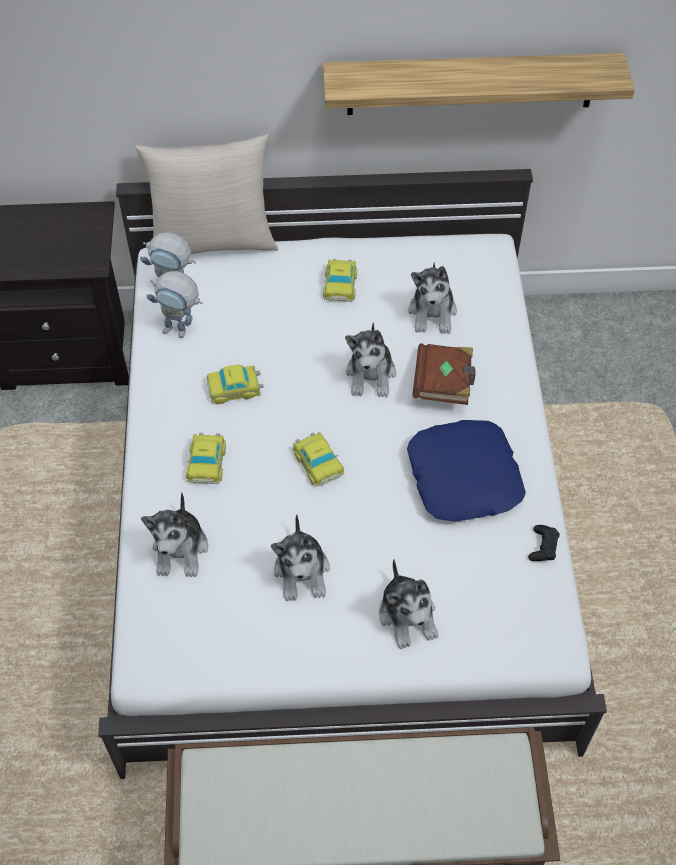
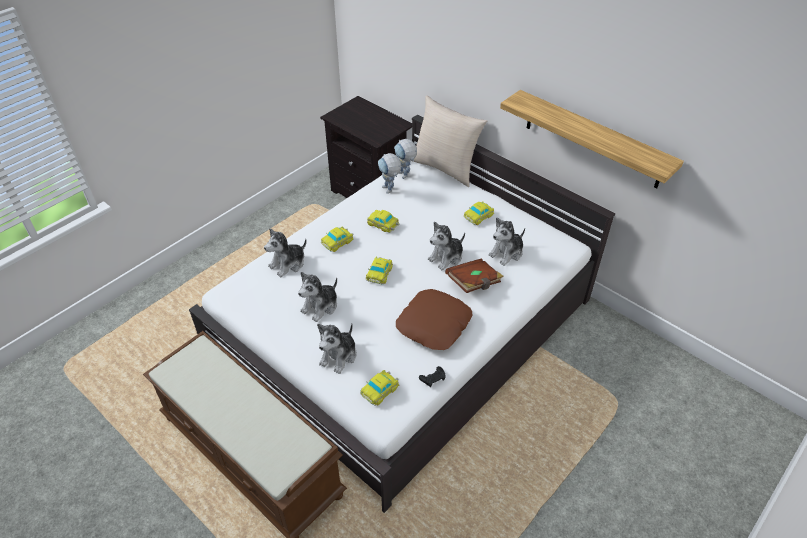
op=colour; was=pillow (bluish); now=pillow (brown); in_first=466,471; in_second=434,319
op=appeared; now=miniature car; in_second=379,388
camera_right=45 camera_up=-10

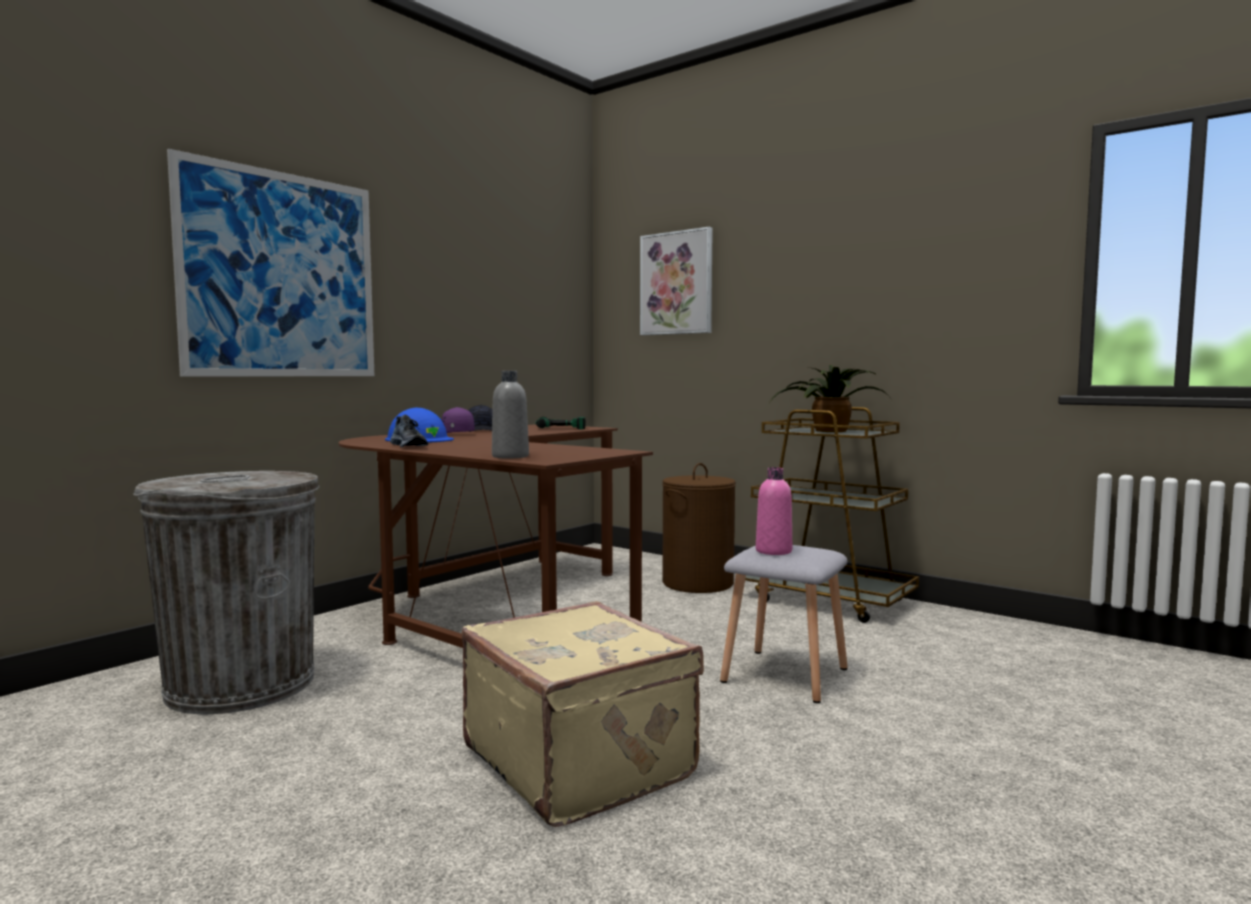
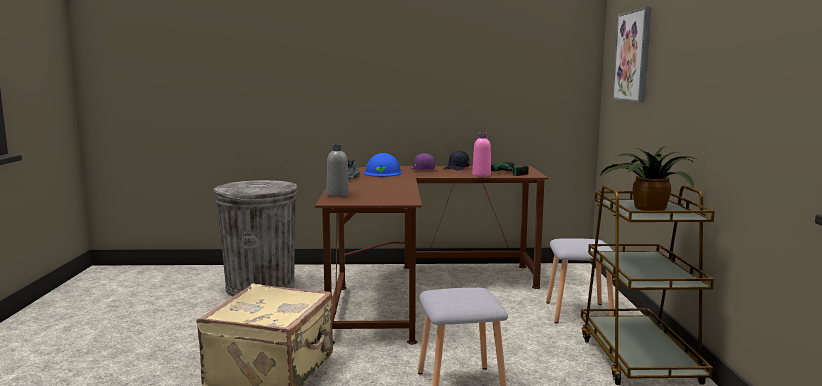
op=missing; was=wall picture; in_first=270,263
op=exchanged; was=laundry basket (brown); now=sitting stool (greyish); in_first=699,528; in_second=580,280
op=relocated; was=beverage bottle (pinkish); in_first=774,511; in_second=481,154
camera_right=50 camera_up=5

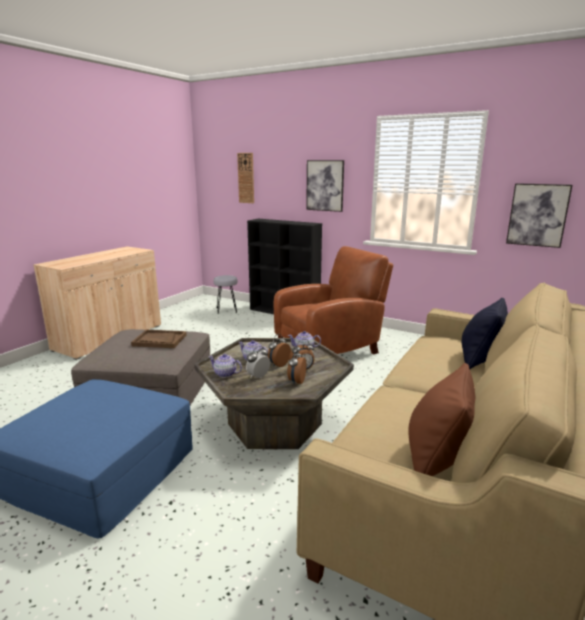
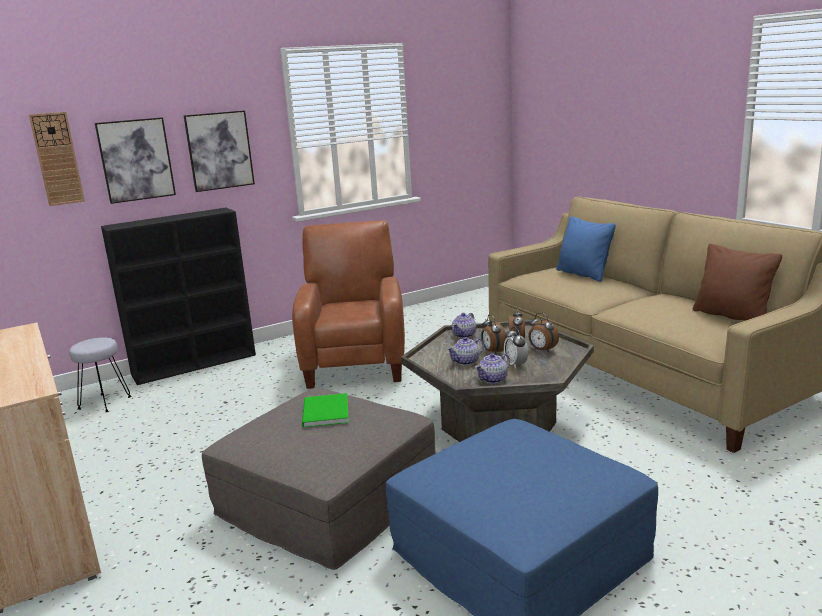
op=relocated; was=wall picture; in_first=539,215; in_second=135,160
op=colour; was=pillow (black-coloured); now=pillow (bluish); in_first=485,333; in_second=586,249
op=exchanged; was=serving tray (brown); now=bound book (greenish); in_first=159,339; in_second=325,410
camera_right=-60 camera_up=0

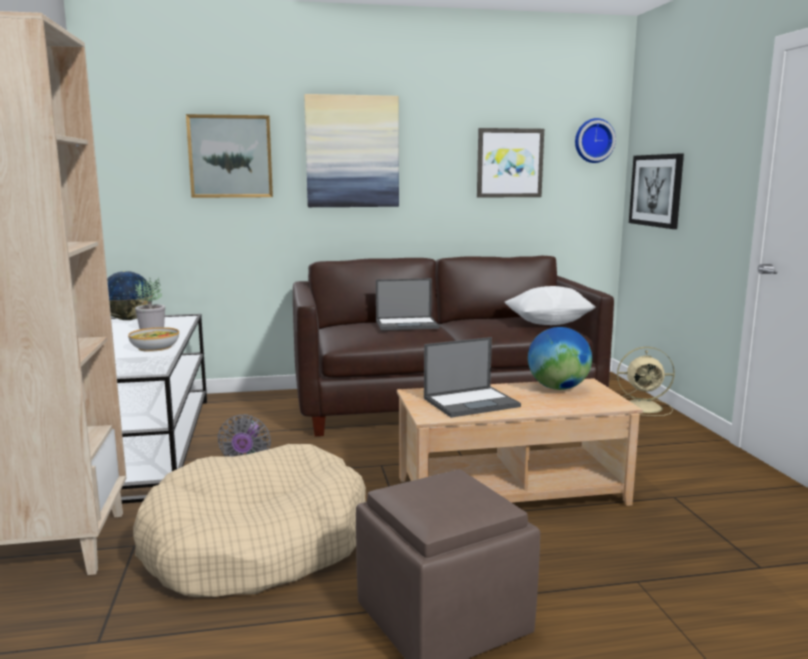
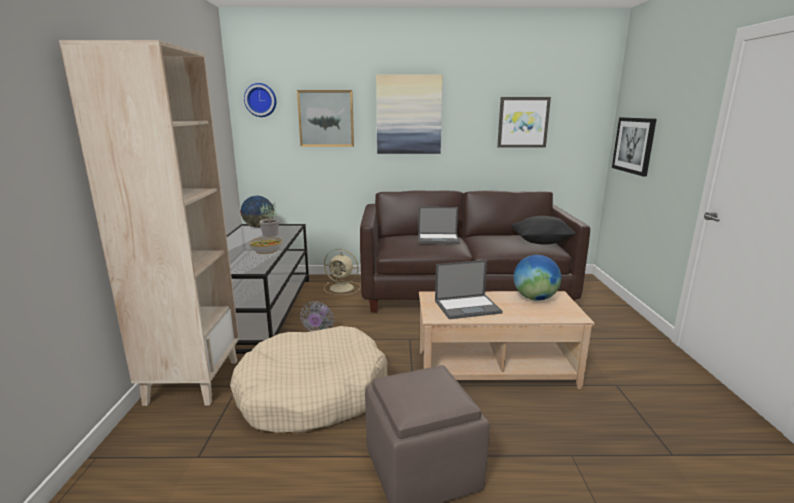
op=relocated; was=hanging clock; in_first=595,140; in_second=260,100
op=colour; was=pillow (whitish); now=pillow (black-coloured); in_first=549,305; in_second=543,230
op=relocated; was=fan (beige); in_first=646,381; in_second=342,272
camera_right=10 camera_up=5

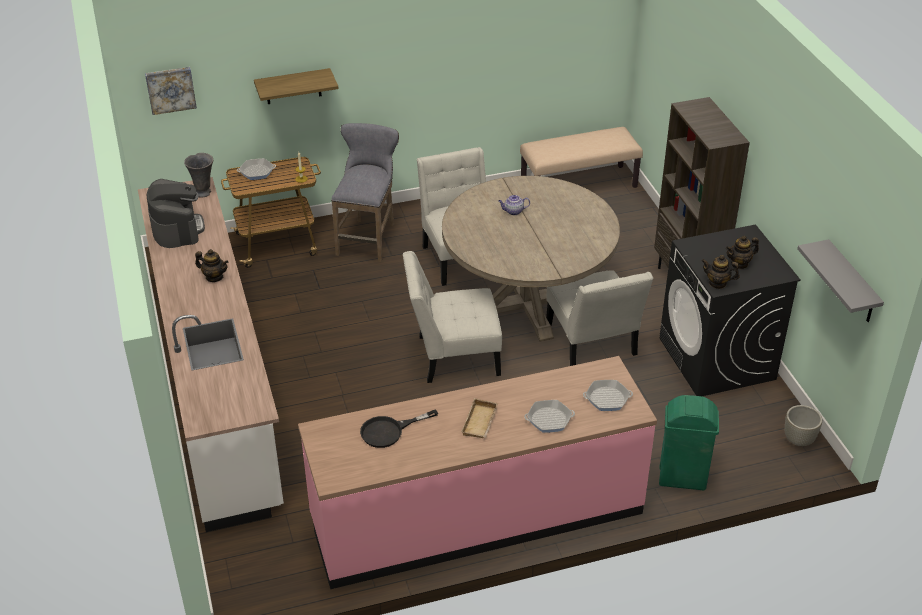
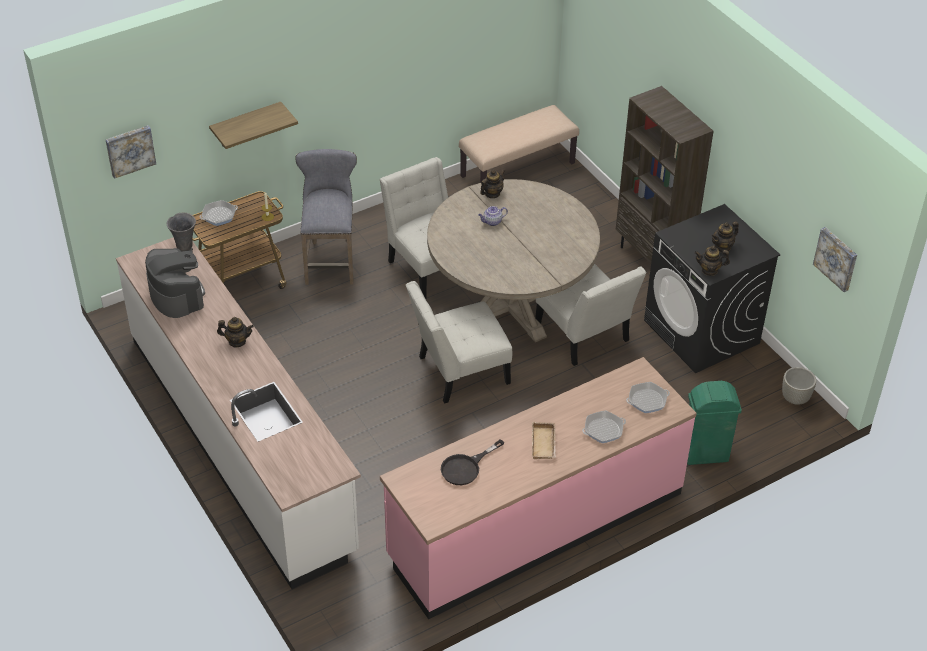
op=exchanged; was=bracket shelf (greyish); now=wall picture; in_first=840,280; in_second=835,259
op=appeared; now=teapot; in_second=492,183
camera_right=-15 camera_up=5

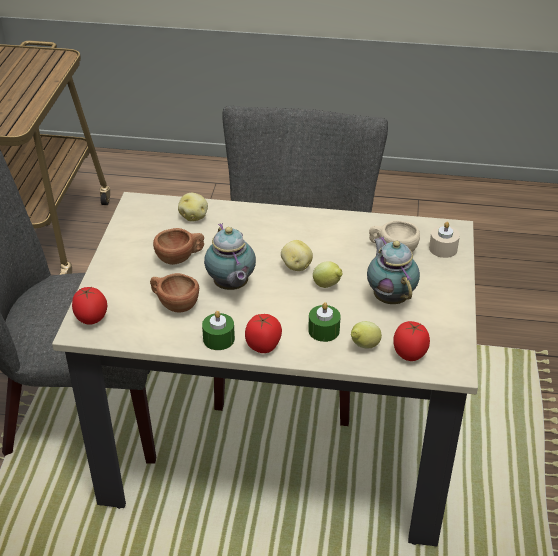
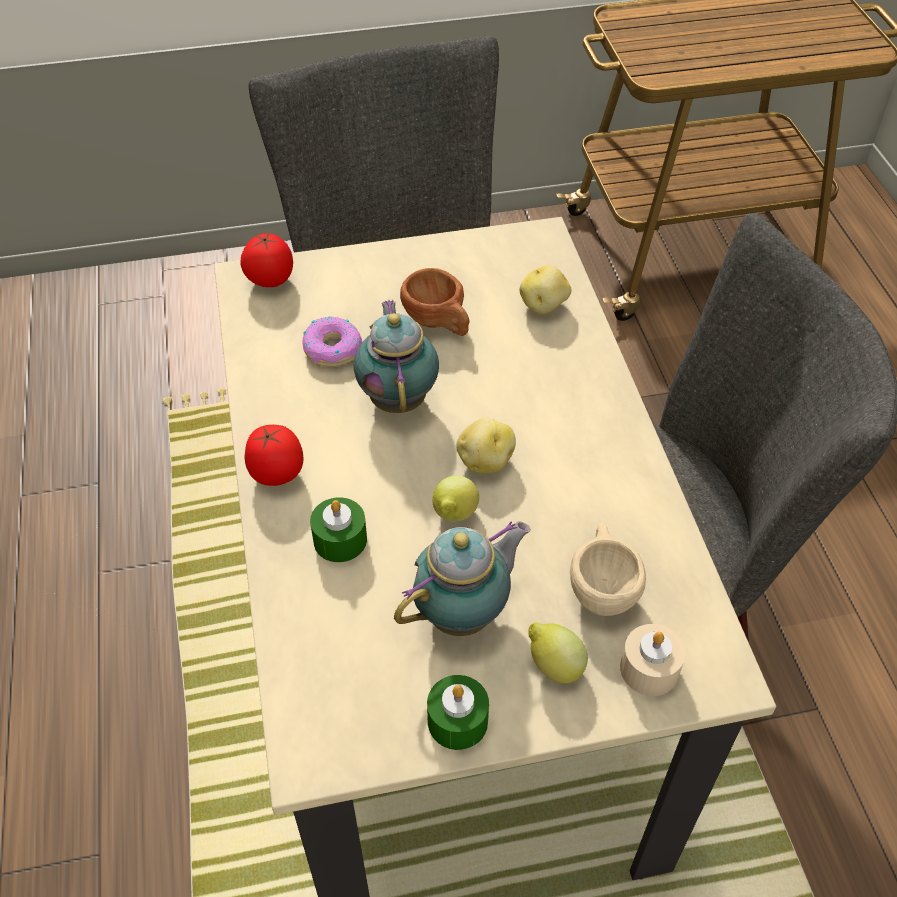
op=spun; was=teapot; in_first=230,256; in_second=396,356; clockwise=120
op=exchanged; was=drinking cup (brown); now=ring doughnut; in_first=174,293; in_second=332,341
op=relocated; was=candle (greenish); in_first=218,330; in_second=458,712
op=relocated; was=citrus fruit; in_first=366,335; in_second=558,653
op=missing; was=fresh tomato; in_first=411,341
camera_right=70 camera_up=10

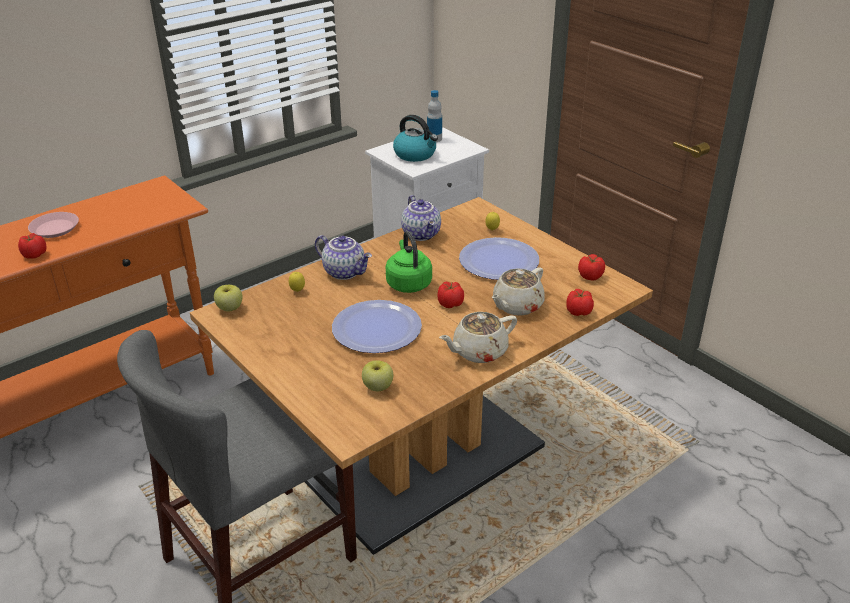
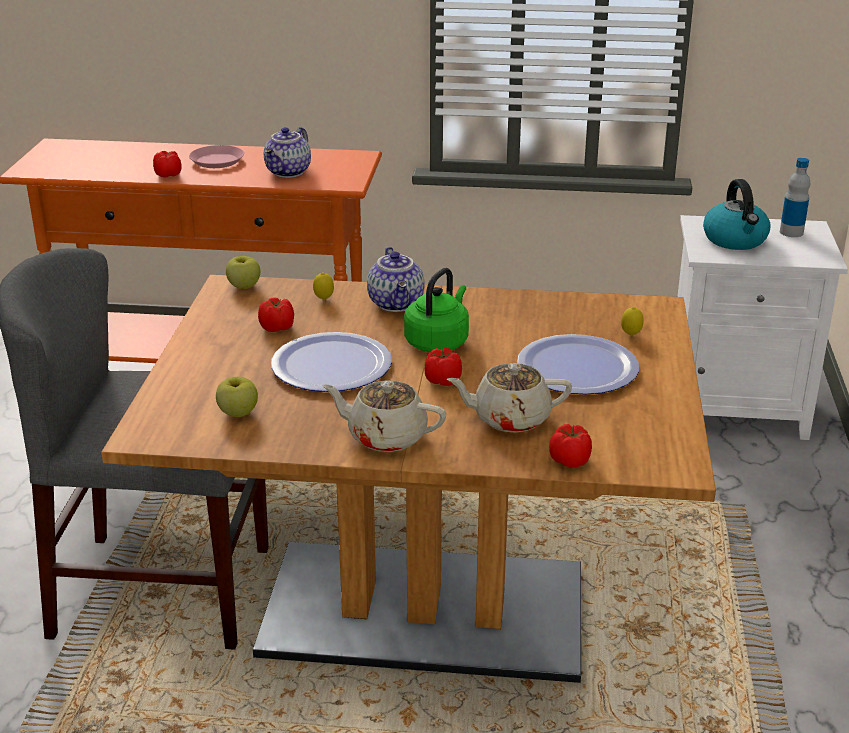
op=relocated; was=teapot; in_first=421,218; in_second=287,152
op=relocated; was=fresh tomato; in_first=591,267; in_second=276,314
camera_right=45 camera_up=-5

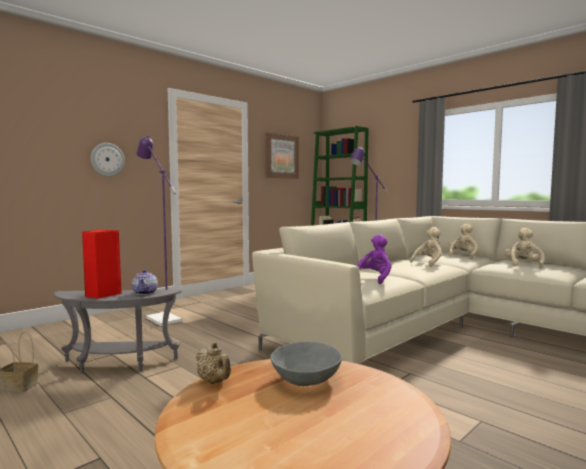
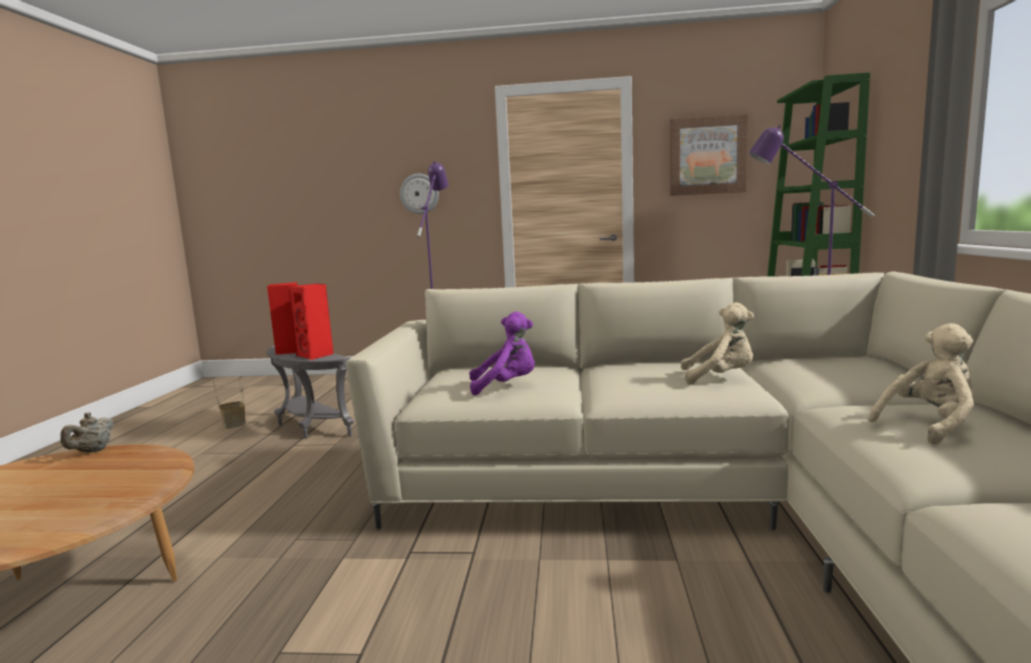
op=missing; was=plush toy (beige); in_first=463,241
op=exchanged; was=teapot; now=audio speaker (red); in_first=145,282; in_second=311,322
op=missing; was=deep dish (greyish); in_first=306,364
camera_right=50 camera_up=5

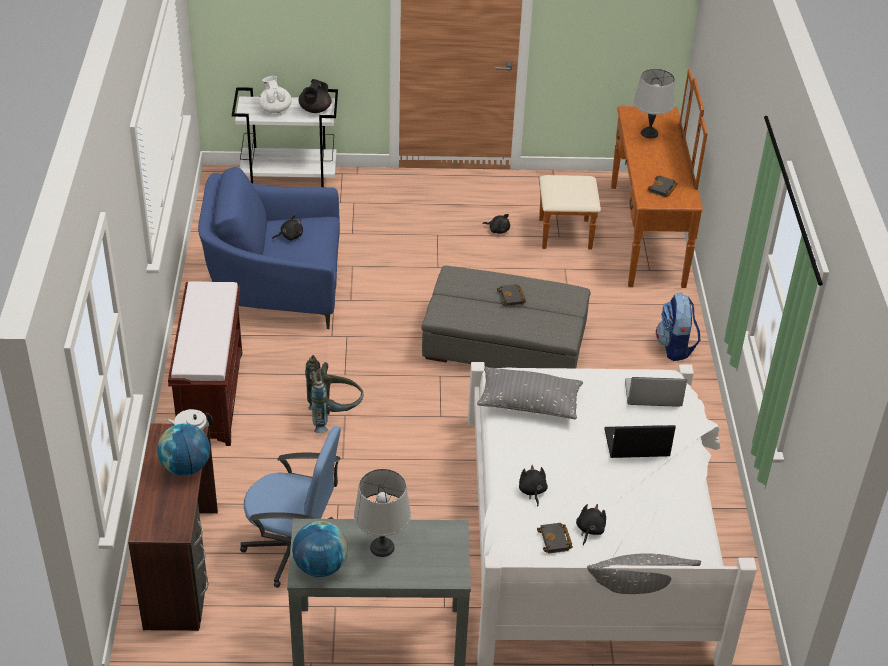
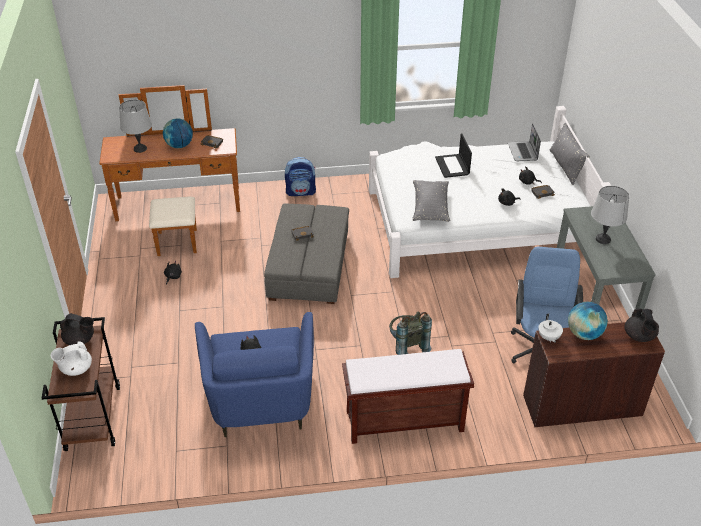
op=colour; was=wheeled cart (whitish); now=wheeled cart (brown); in_first=285,137; in_second=81,384
op=relocated; was=notebook computer; in_first=656,392; in_second=524,142
op=relocated; was=desk globe; in_first=320,549; in_second=178,133
op=appeared; now=teapot (black-coloured); in_second=641,325
camera_right=-95 camera_up=0

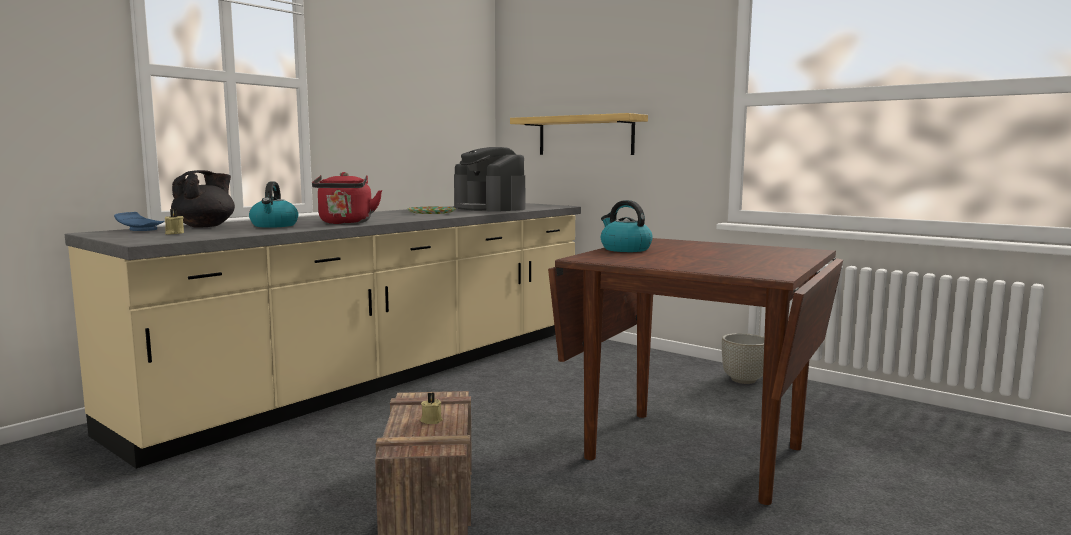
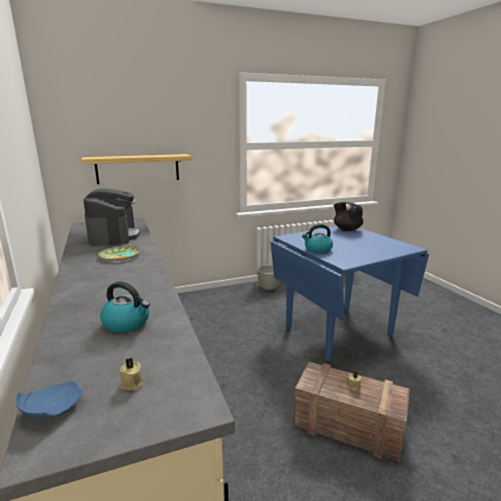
op=spun; was=coffee machine; in_first=490,179; in_second=111,217; clockwise=-90
op=relocated; was=teapot (black-coloured); in_first=203,199; in_second=348,216
op=missing; was=kettle (red); in_first=347,198
op=colour; was=dinner table (brown); now=dinner table (bluish); in_first=695,371; in_second=349,293
camera_right=-60 camera_up=10

